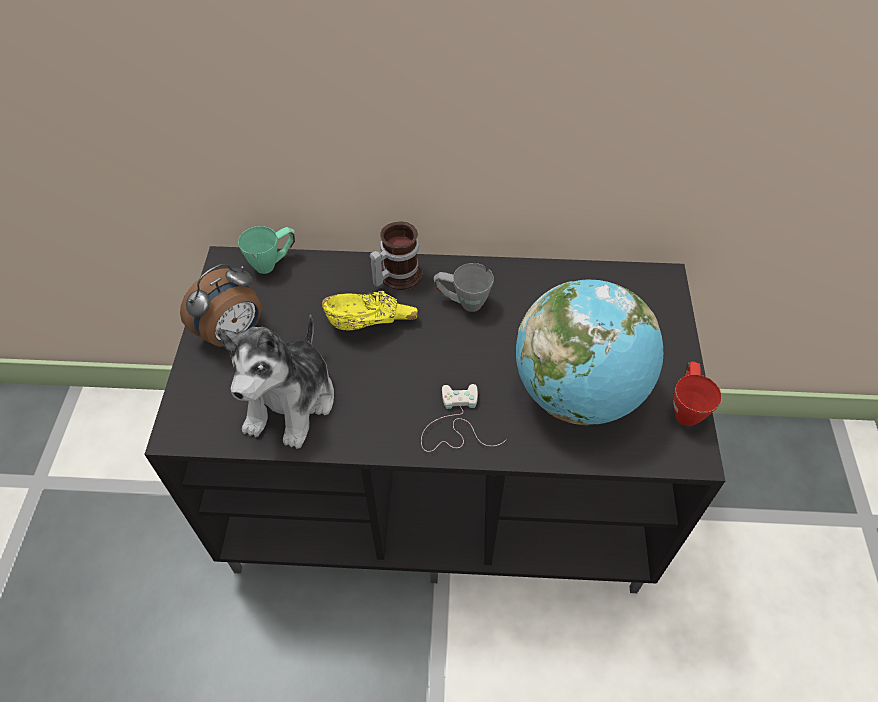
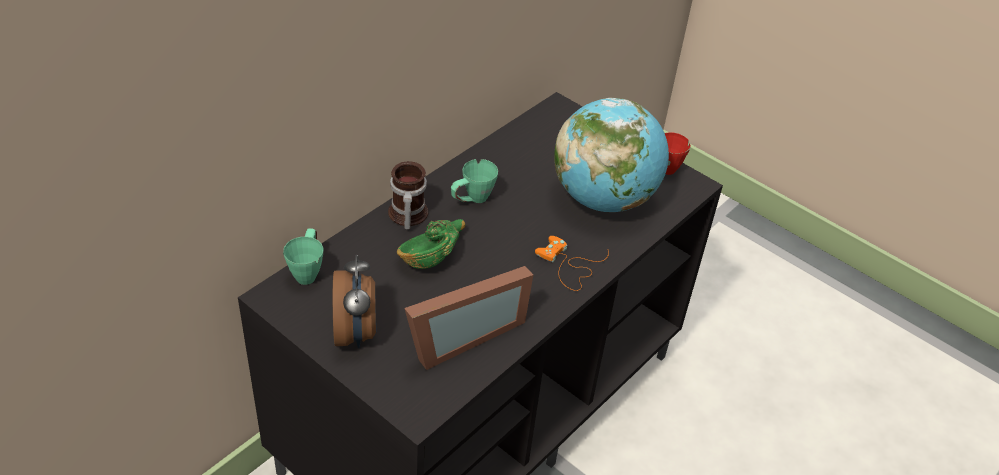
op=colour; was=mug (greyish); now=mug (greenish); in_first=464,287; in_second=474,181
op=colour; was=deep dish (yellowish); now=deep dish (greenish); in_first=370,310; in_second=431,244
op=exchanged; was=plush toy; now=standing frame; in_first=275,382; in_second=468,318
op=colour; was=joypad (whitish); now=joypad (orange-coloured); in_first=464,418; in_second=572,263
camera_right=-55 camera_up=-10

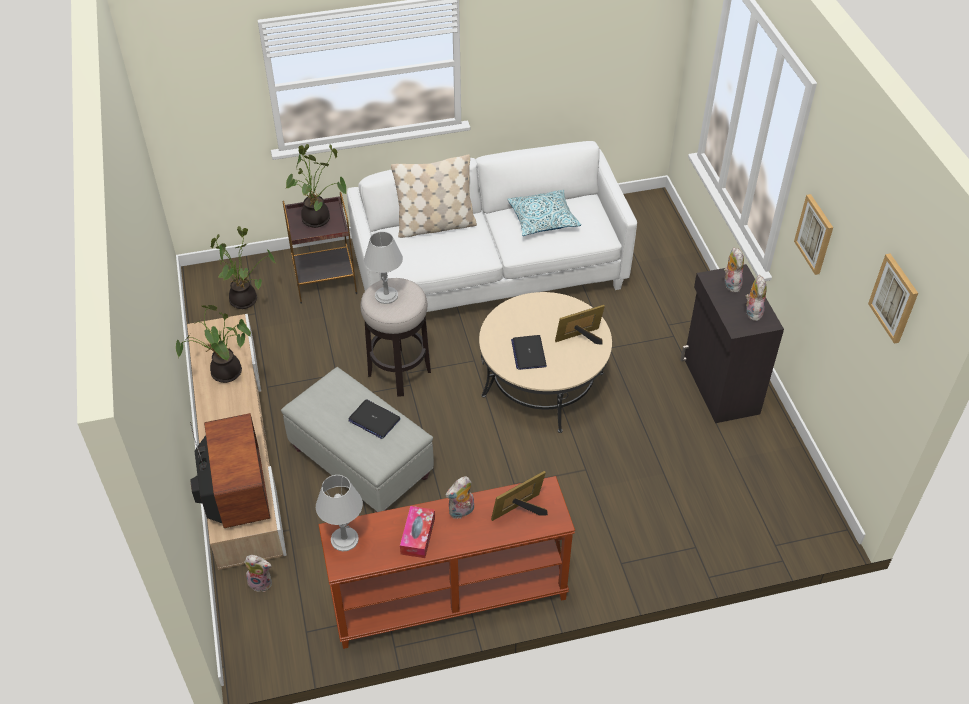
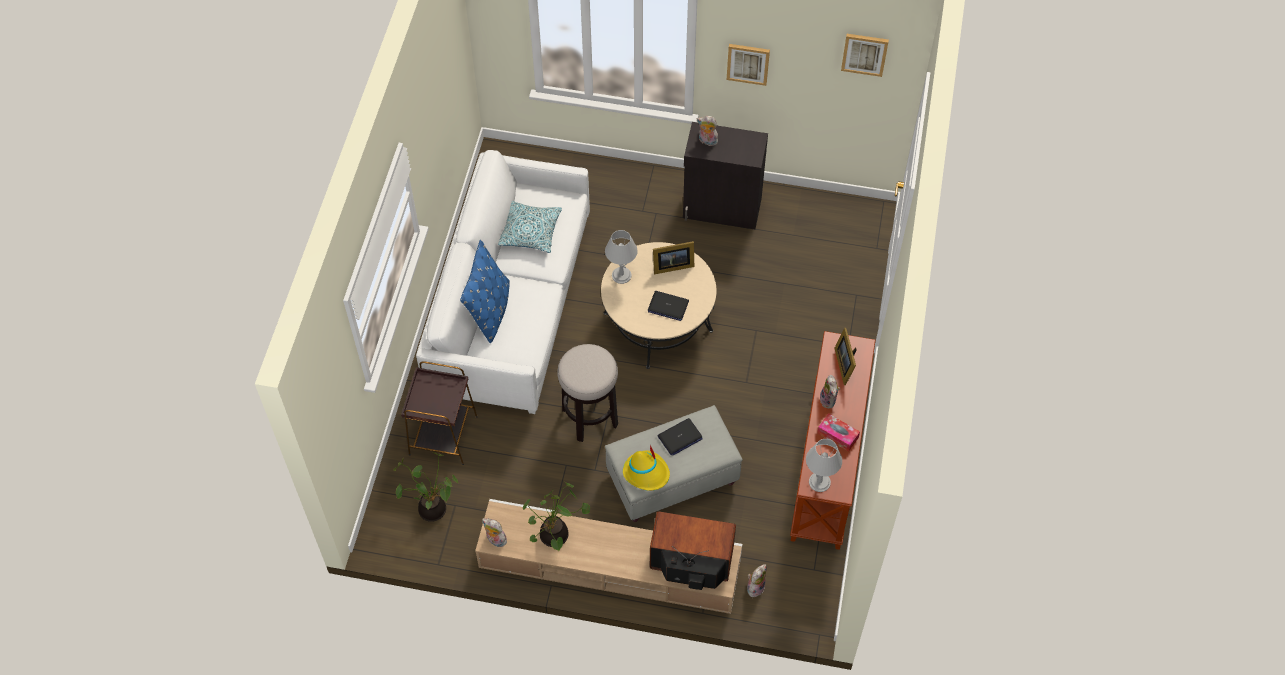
op=missing; was=houseplant; in_first=316,186
op=colour; was=pillow (beige); now=pillow (bluish); in_first=434,196; in_second=485,291
op=relocated; was=table lamp (greyish); in_first=383,267; in_second=621,257
op=relocated; was=plush toy; in_first=756,298; in_second=494,532
op=spun; was=standing frame; in_first=580,325; in_second=673,257; clockwise=-105
op=appeared; now=wearable hat (yellowish); in_second=646,468
camera_right=-65 camera_up=10

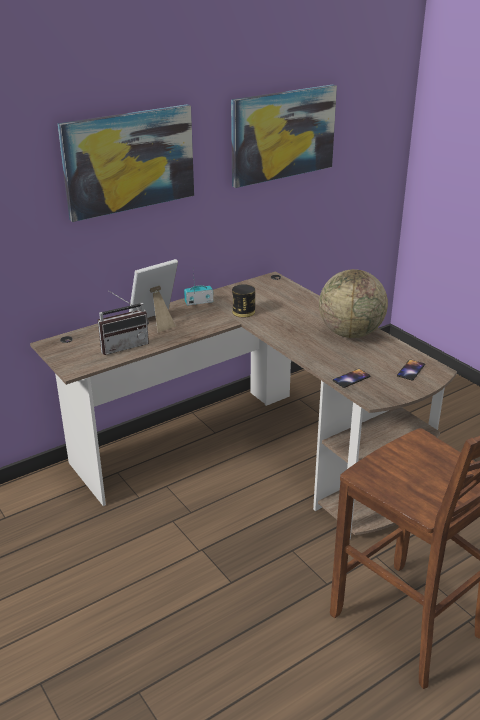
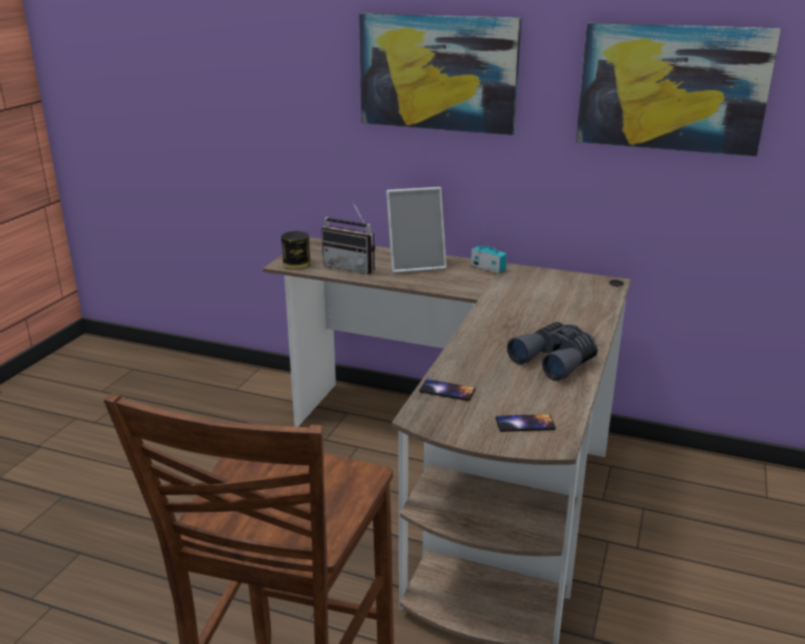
op=spun; was=standing frame; in_first=153,295; in_second=416,230; clockwise=150
op=exchanged; was=desk globe; now=field glasses (greyish); in_first=353,303; in_second=552,351
op=relocated; was=can; in_first=243,301; in_second=296,250
camera_right=55 camera_up=-5

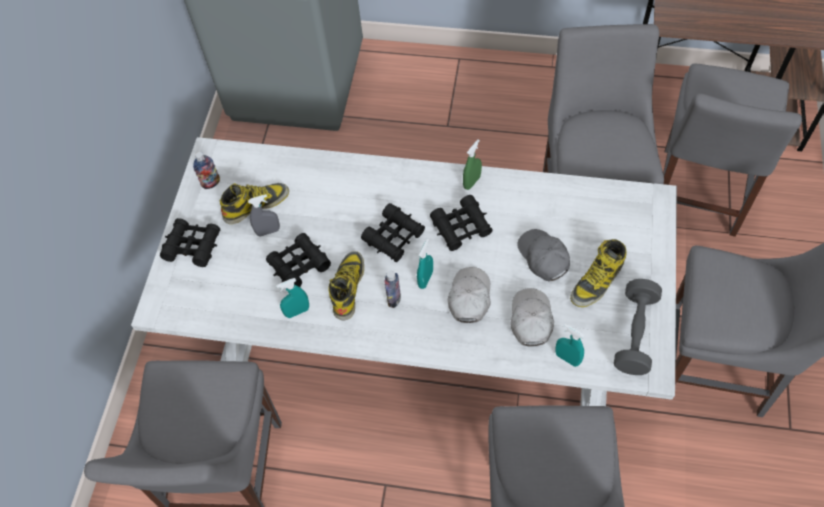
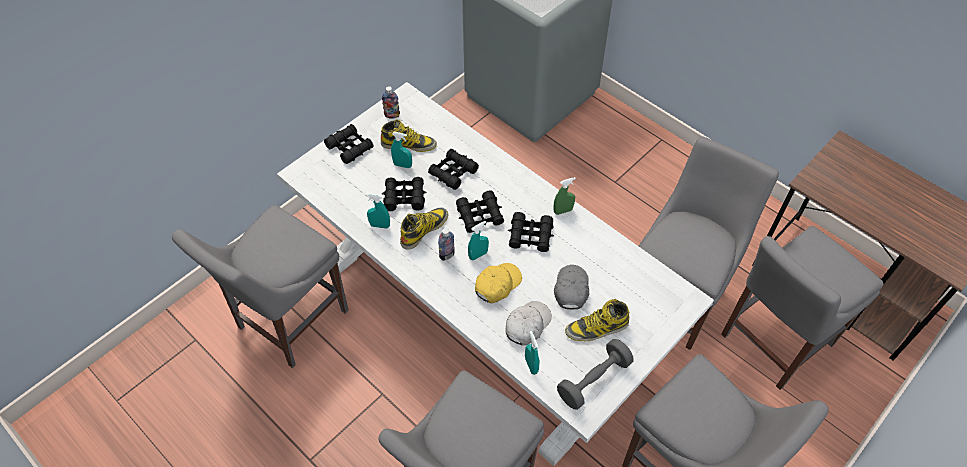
op=colour; was=hand sprayer (greyish); now=hand sprayer (turquoise-coloured); in_first=264,215; in_second=401,150
op=colour; was=peaked cap (whitish); now=peaked cap (yellowish); in_first=469,295; in_second=498,283
op=appeared; now=field glasses (black-coloured); in_second=453,169
camera_right=30 camera_up=-5

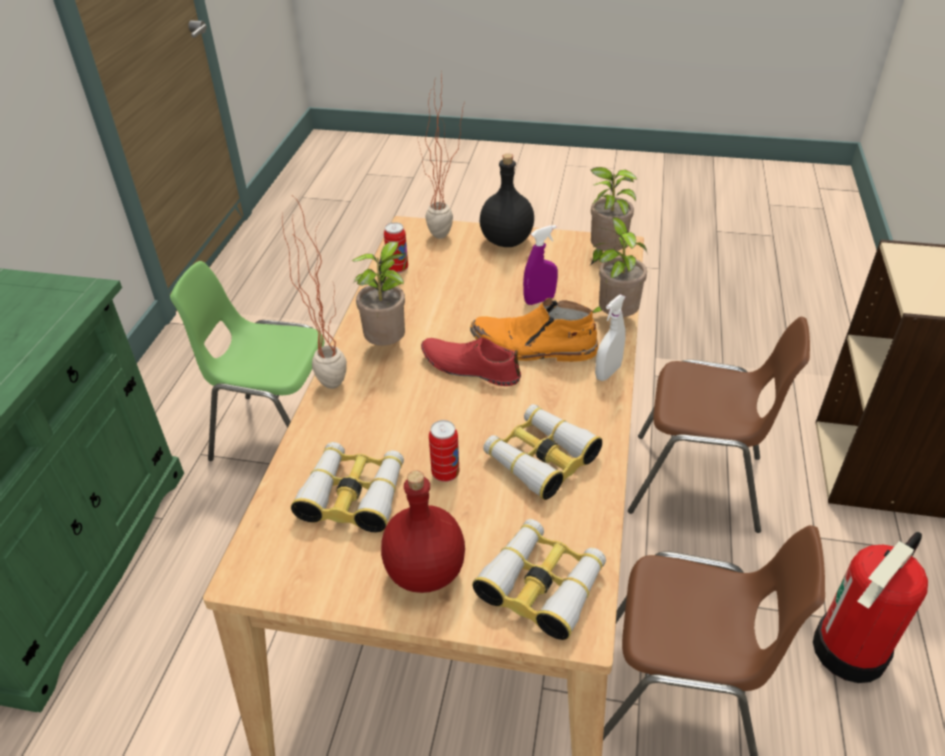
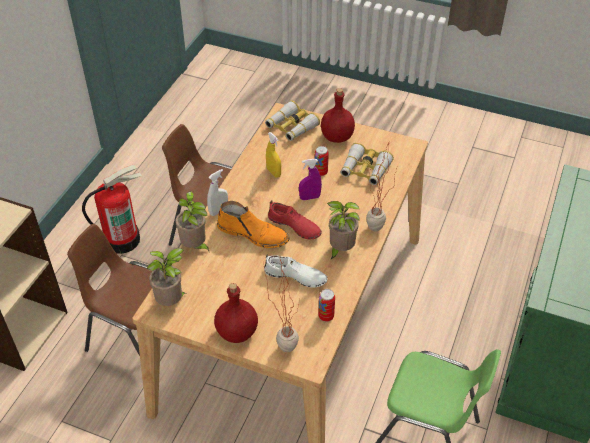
op=colour; was=beverage bottle (black-coloured); now=beverage bottle (red); in_first=507,200; in_second=236,313
op=relocated; was=hand sprayer (purple); in_first=540,265; in_second=310,179
op=exchanged; was=field glasses; now=hand sprayer (yellowish); in_first=542,452; in_second=273,155
op=appeared; now=low shoe (whitish); in_second=296,271
camera_right=-170 camera_up=5

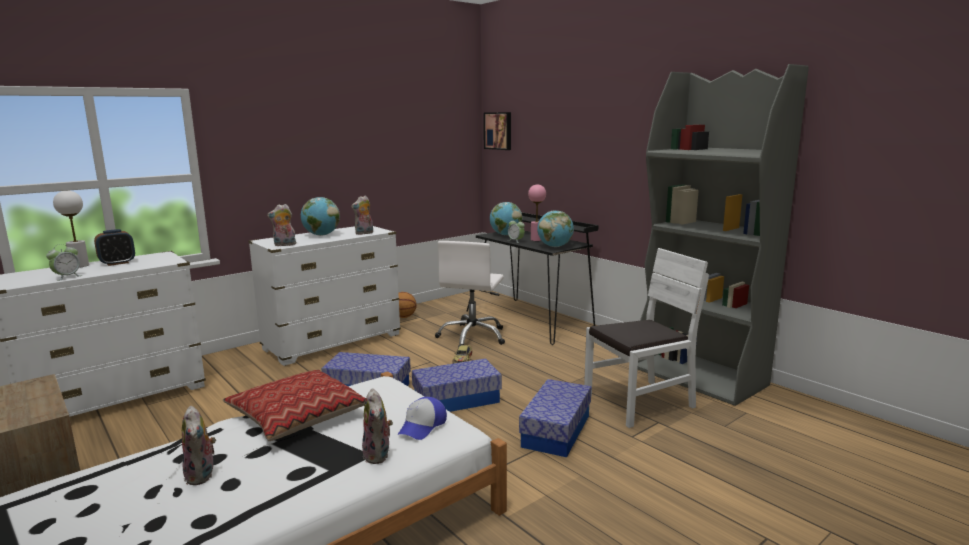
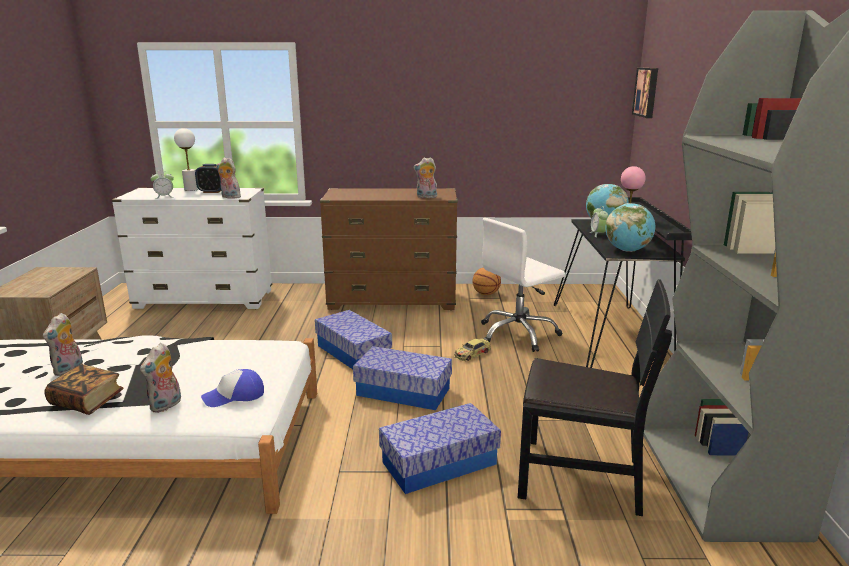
op=missing; was=desk globe; in_first=320,216
op=relocated; was=plush toy; in_first=281,225; in_second=228,178
op=colour; was=chest of drawers (whitish); now=chest of drawers (brown); in_first=325,296; in_second=389,249
op=colour; was=chair (whitish); now=chair (black-coloured); in_first=646,338; in_second=595,397
op=missing; was=pillow; in_first=294,405
op=appeared; now=bound book; in_second=84,389
camera_right=40 camera_up=5

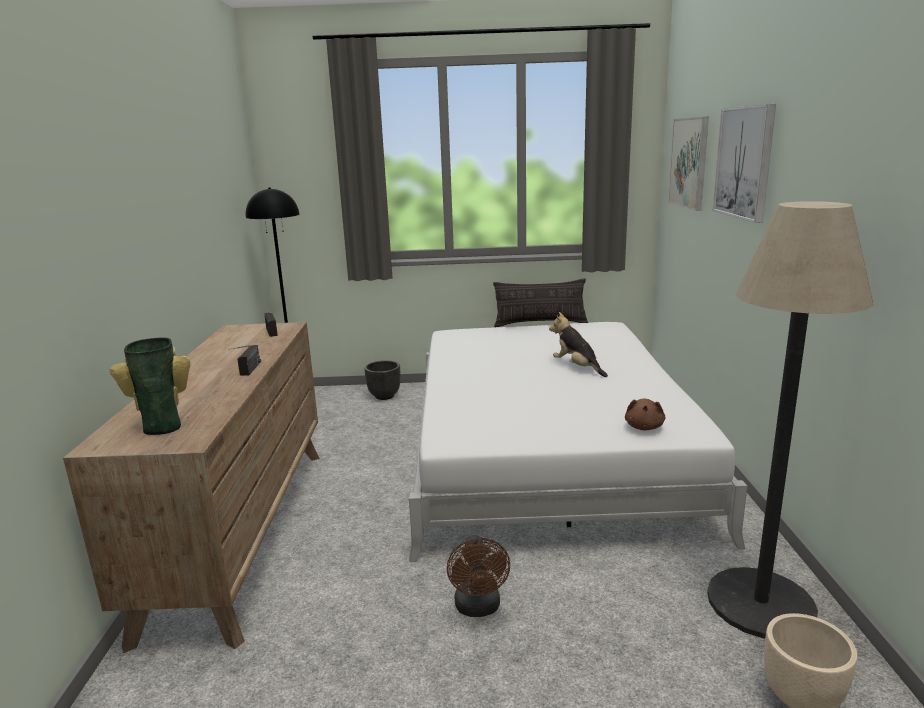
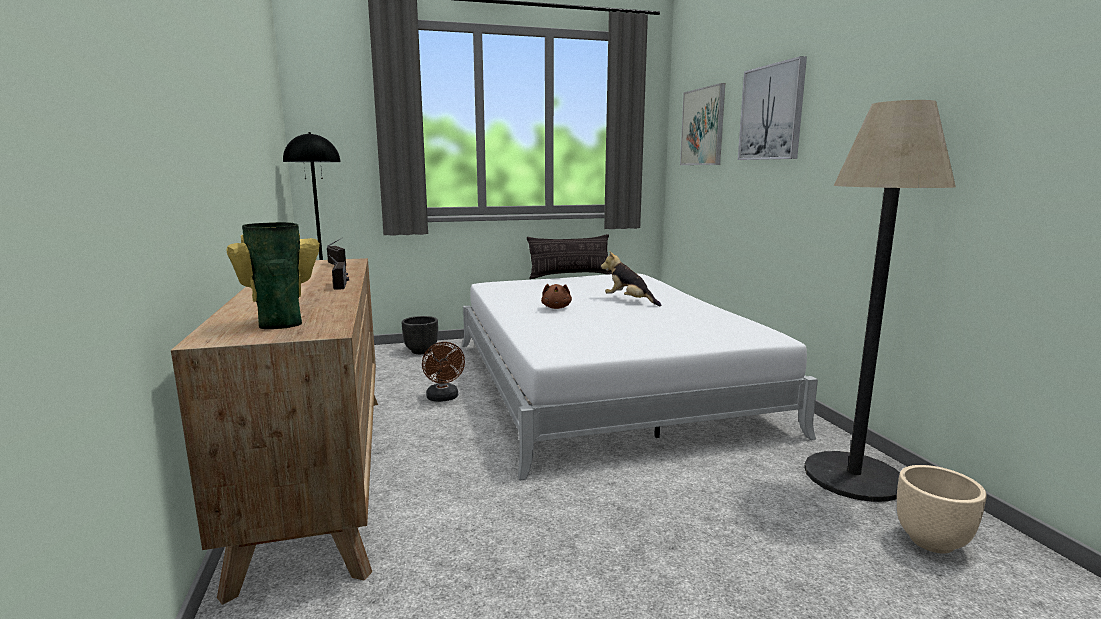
op=relocated; was=plush toy (brown); in_first=645,414; in_second=556,296
op=relocated; was=fan (brown); in_first=478,576; in_second=443,372
camera_right=-15 camera_up=-5

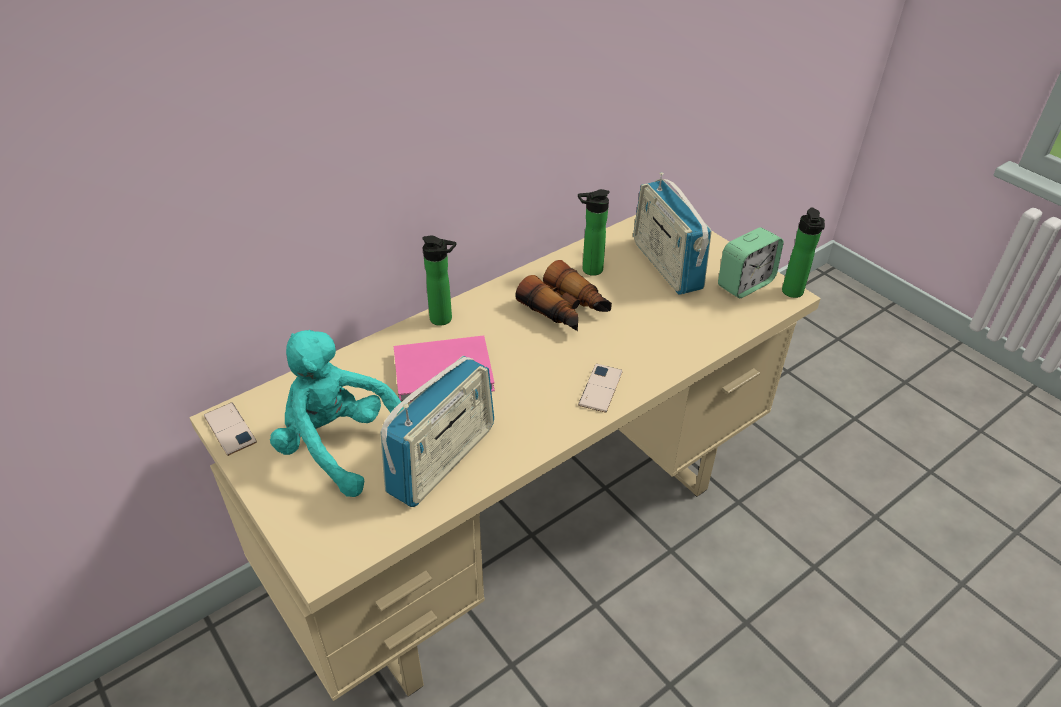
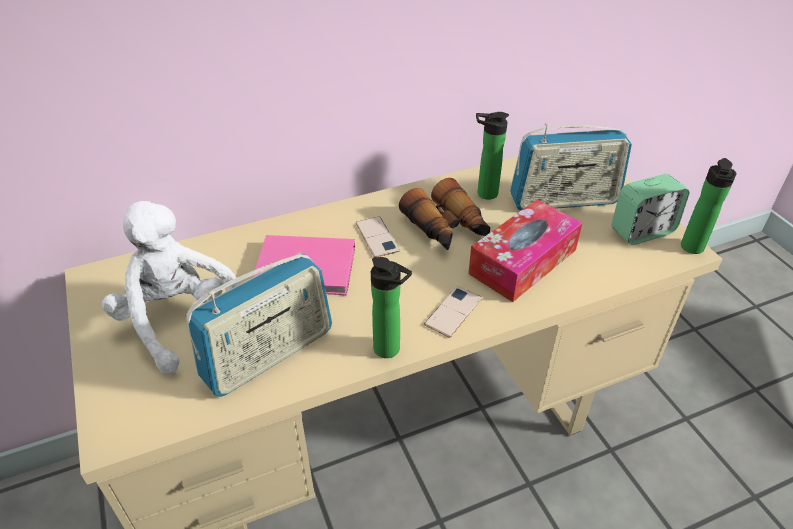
op=spun; was=radio; in_first=672,233; in_second=571,166; clockwise=-90
op=relocated; was=beverage bottle; in_first=439,281; in_second=391,307
op=colour; was=plush toy (turquoise-coloured); now=plush toy (whitish); in_first=337,413; in_second=171,288
op=relocated; was=handset; in_first=230,429; in_second=378,236
op=appeared; now=box of tissues; in_second=525,250
camera_right=15 camera_up=0

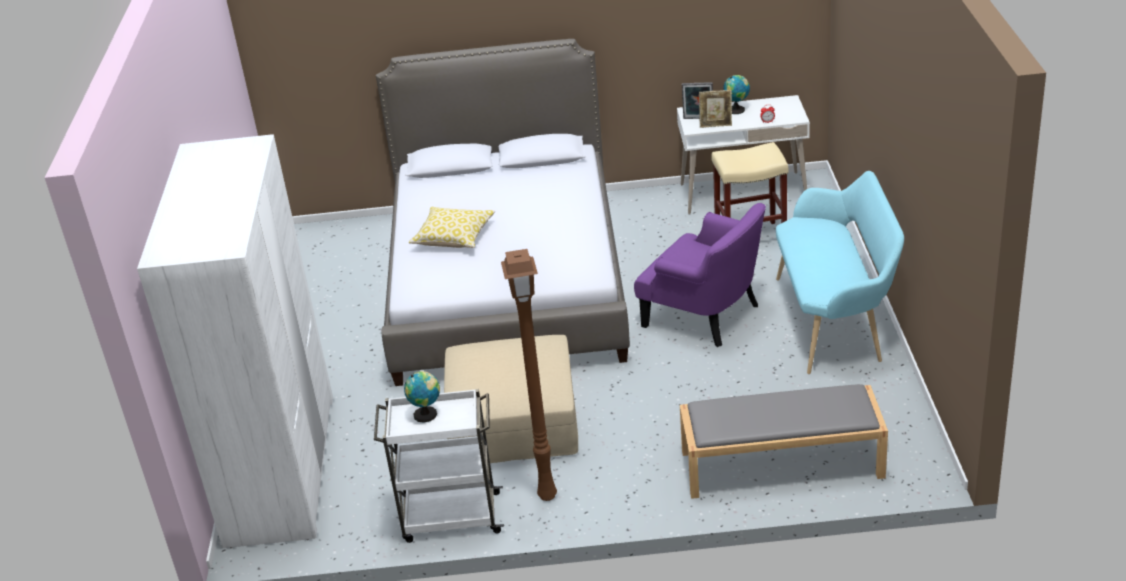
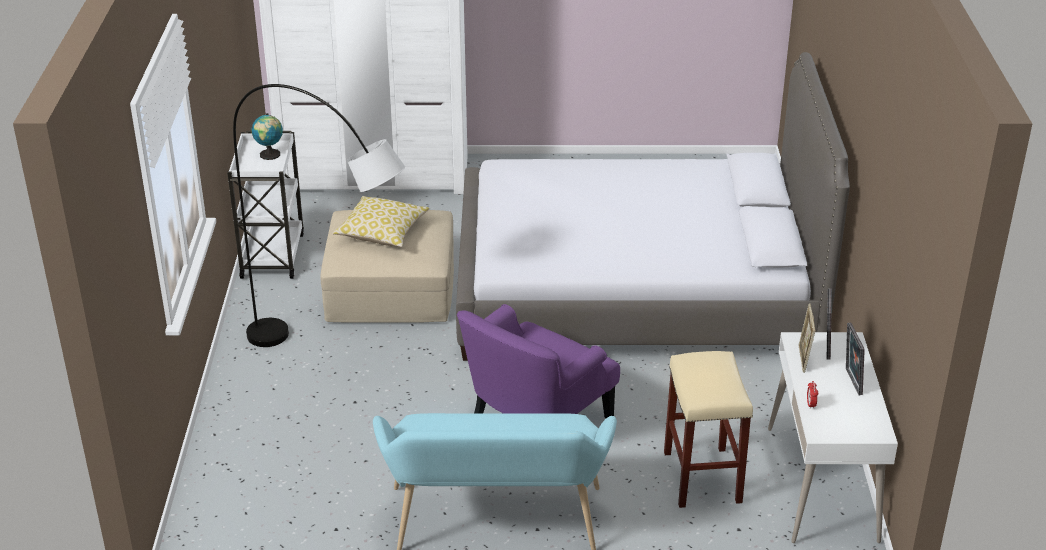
op=exchanged; was=desk globe; now=standing frame; in_first=736,94; in_second=855,358
op=relocated; was=pillow; in_first=452,227; in_second=381,221
op=missing; was=standing lamp (brown); in_first=529,375
op=missing; was=long seat (greyish); in_first=784,441
op=appeared; now=standing lamp (greyish); in_second=319,215
camera_right=90 camera_up=0

